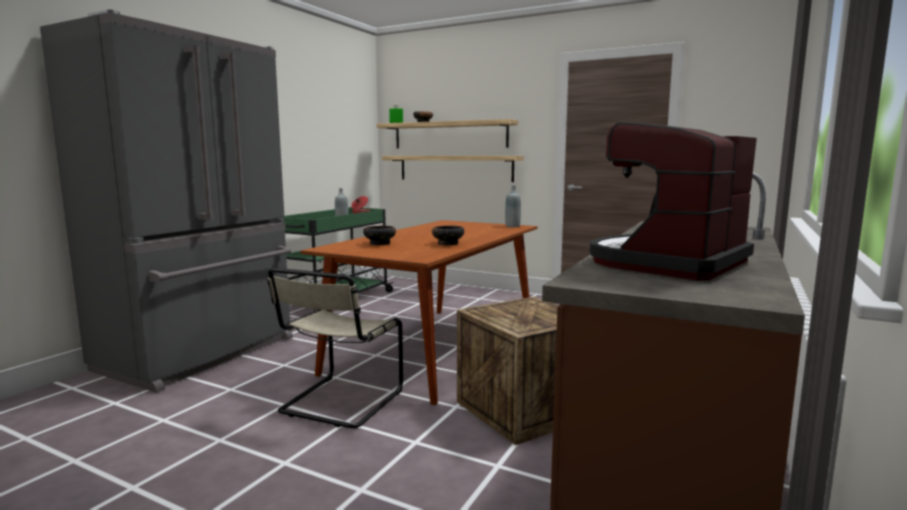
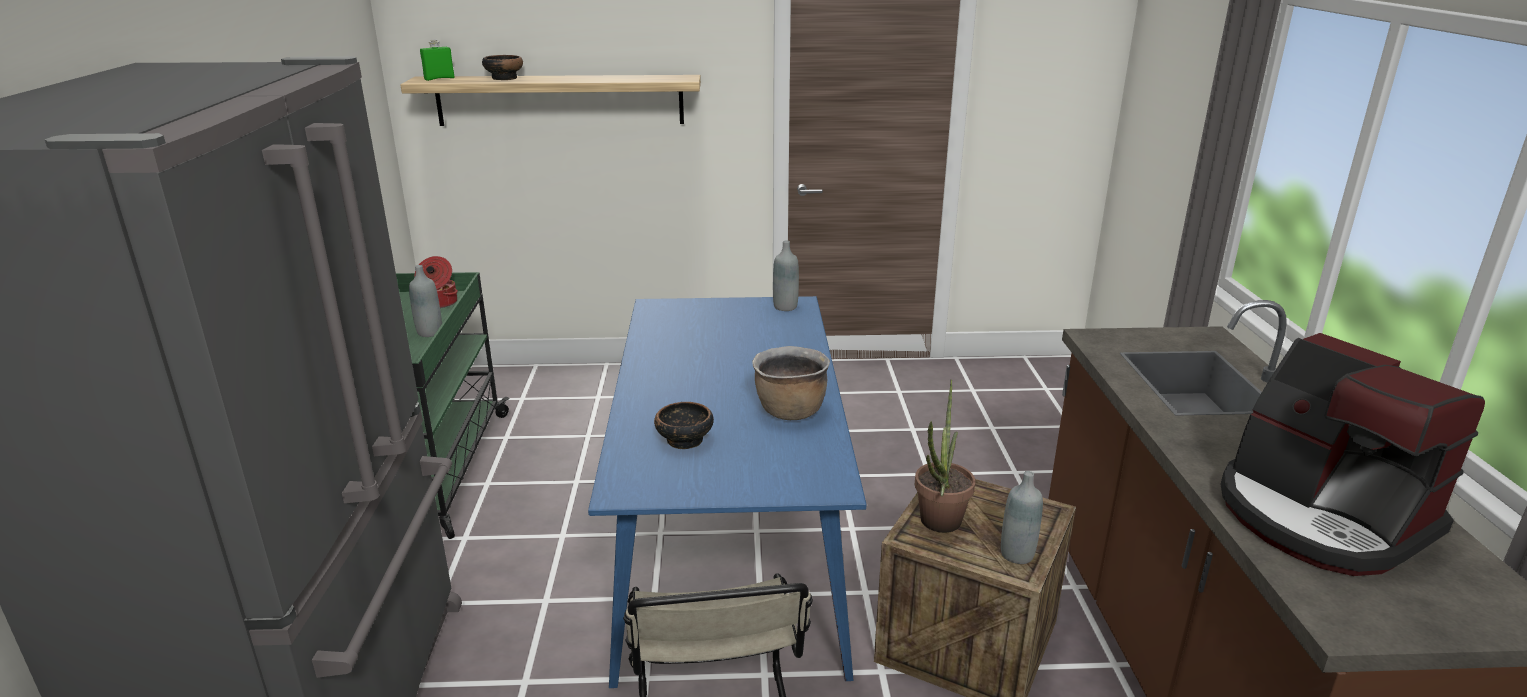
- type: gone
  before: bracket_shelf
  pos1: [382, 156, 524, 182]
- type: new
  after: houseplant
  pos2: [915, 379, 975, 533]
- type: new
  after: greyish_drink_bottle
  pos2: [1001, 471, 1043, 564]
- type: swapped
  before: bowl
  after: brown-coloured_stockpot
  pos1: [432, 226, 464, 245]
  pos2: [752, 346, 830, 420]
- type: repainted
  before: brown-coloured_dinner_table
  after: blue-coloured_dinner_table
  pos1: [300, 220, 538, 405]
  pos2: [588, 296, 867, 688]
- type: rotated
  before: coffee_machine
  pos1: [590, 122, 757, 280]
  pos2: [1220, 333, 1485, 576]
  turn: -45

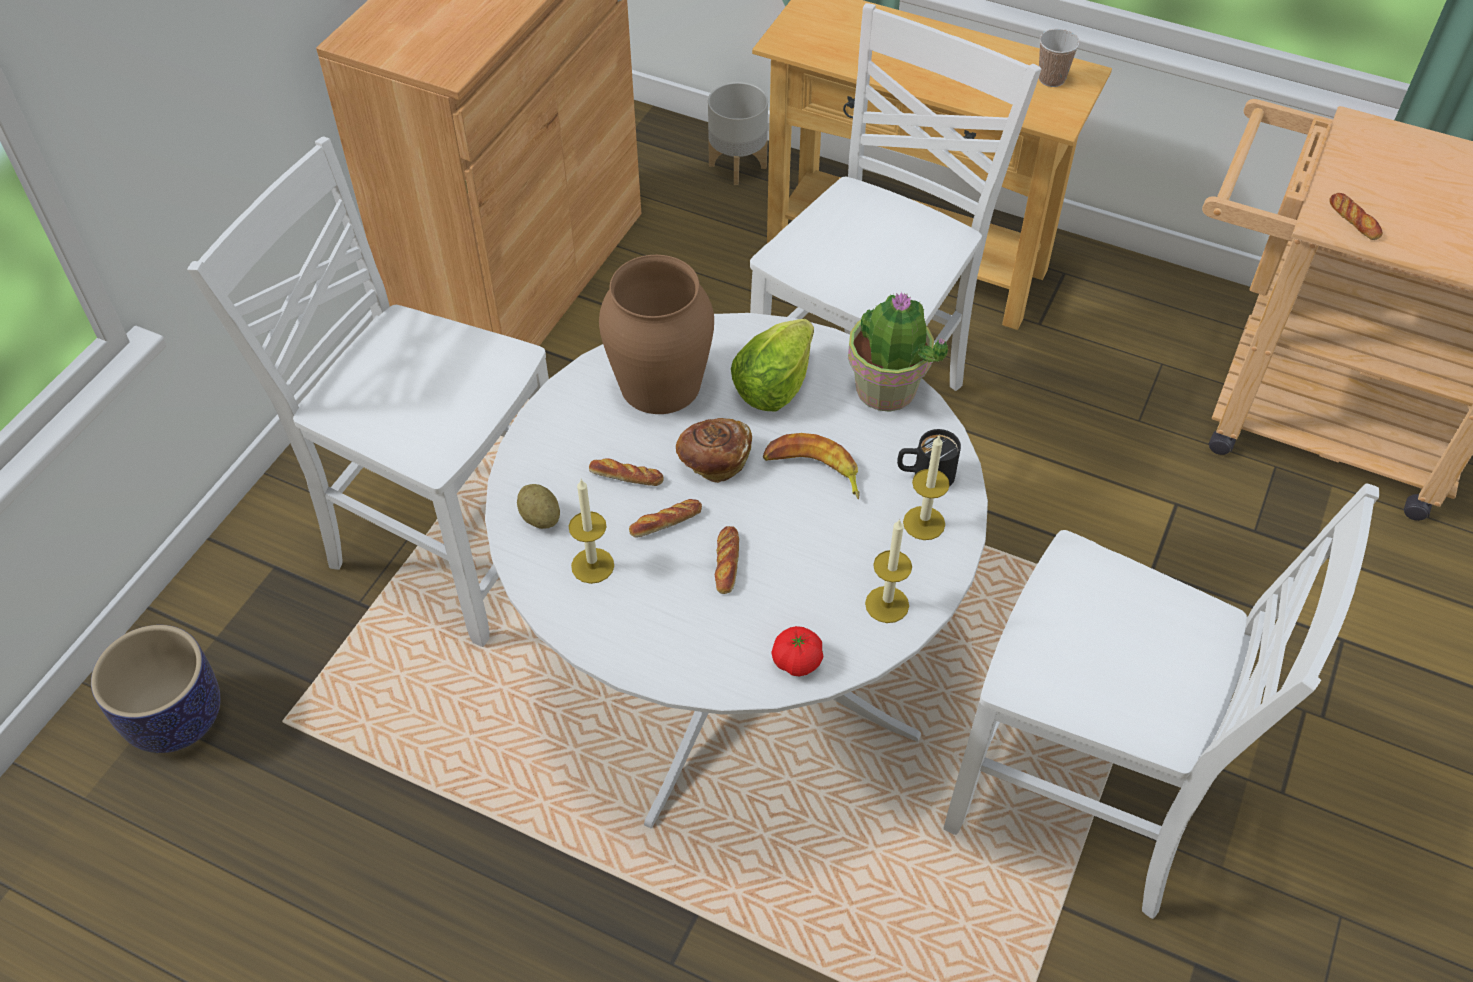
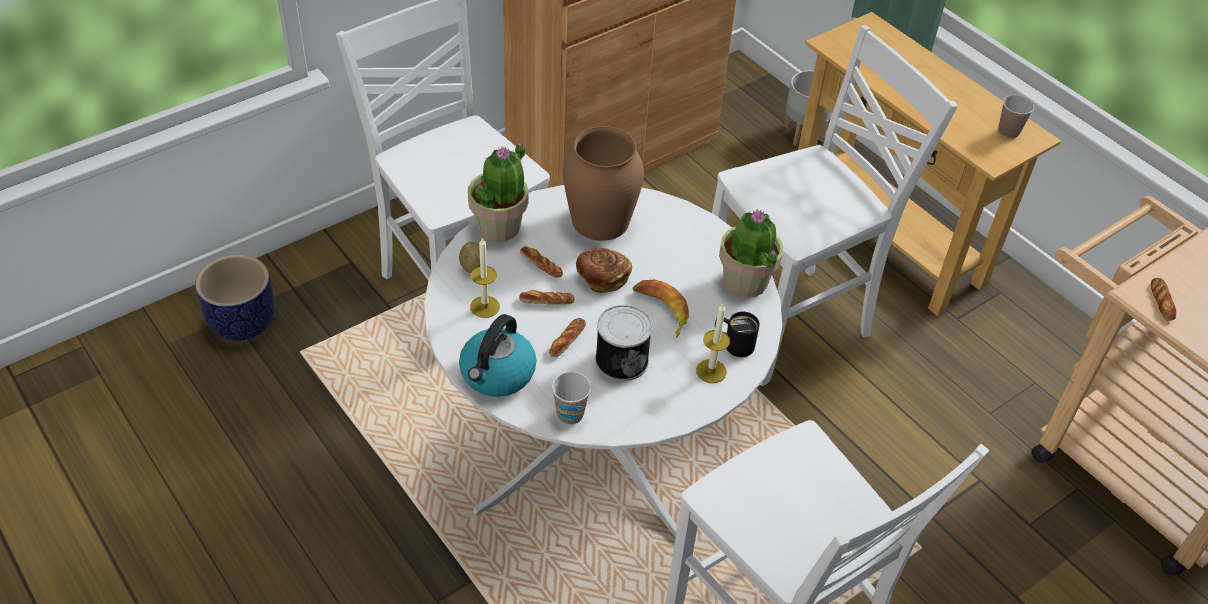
- type: gone
  before: lettuce
  pos1: [731, 319, 814, 412]
- type: gone
  before: candle
  pos1: [865, 519, 912, 623]
- type: new
  after: kettle
  pos2: [459, 314, 537, 397]
- type: new
  after: houseplant
  pos2: [468, 142, 528, 242]
- type: new
  after: can
  pos2: [595, 305, 652, 381]
- type: swapped
  before: tomato
  after: cup
  pos1: [771, 626, 823, 677]
  pos2: [552, 372, 591, 425]

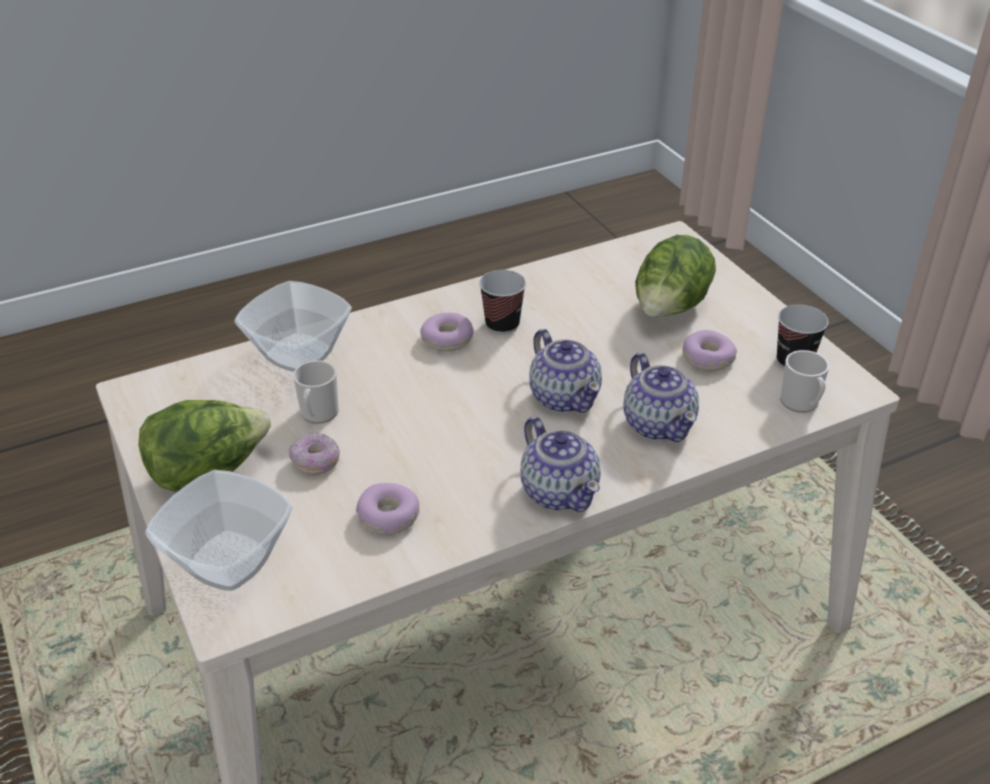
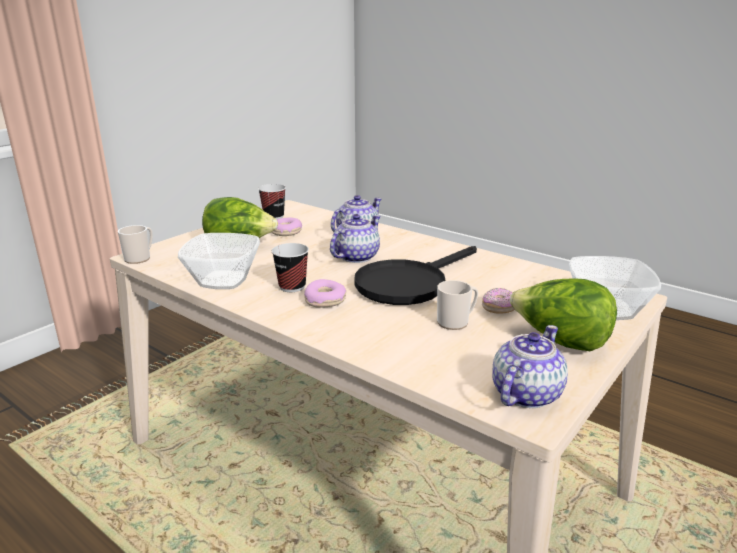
- type: gone
  before: ring_doughnut
  pos1: [356, 483, 420, 535]
- type: new
  after: black_frying_pan
  pos2: [354, 246, 477, 305]
- type: shifted
  before: bowl
  pos1: [235, 281, 352, 372]
  pos2: [178, 233, 260, 289]
- type: shifted
  before: pot_for_tea
  pos1: [521, 416, 601, 512]
  pos2: [492, 325, 568, 408]
- type: shifted
  before: mug
  pos1: [780, 350, 829, 413]
  pos2: [118, 225, 153, 264]

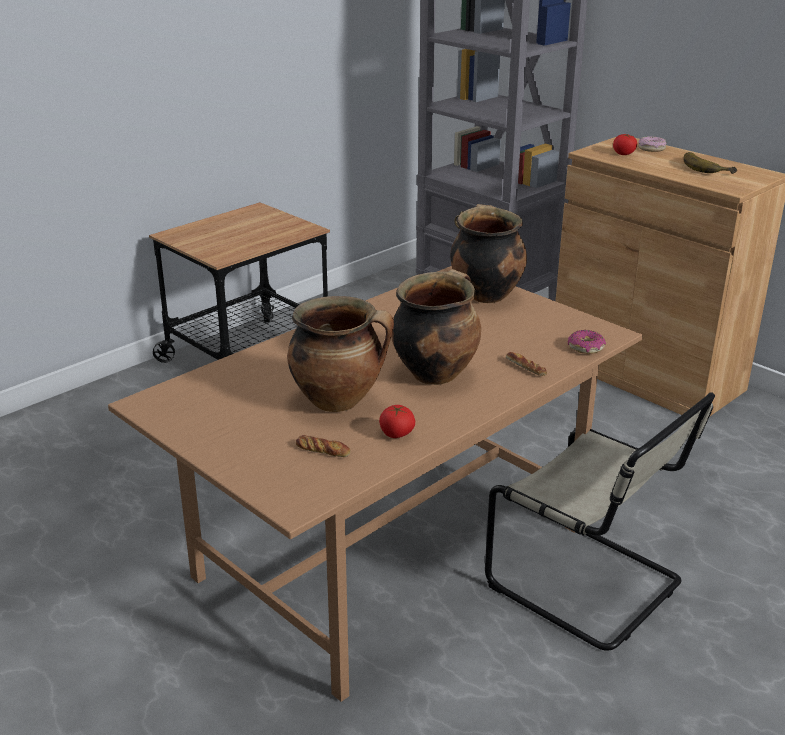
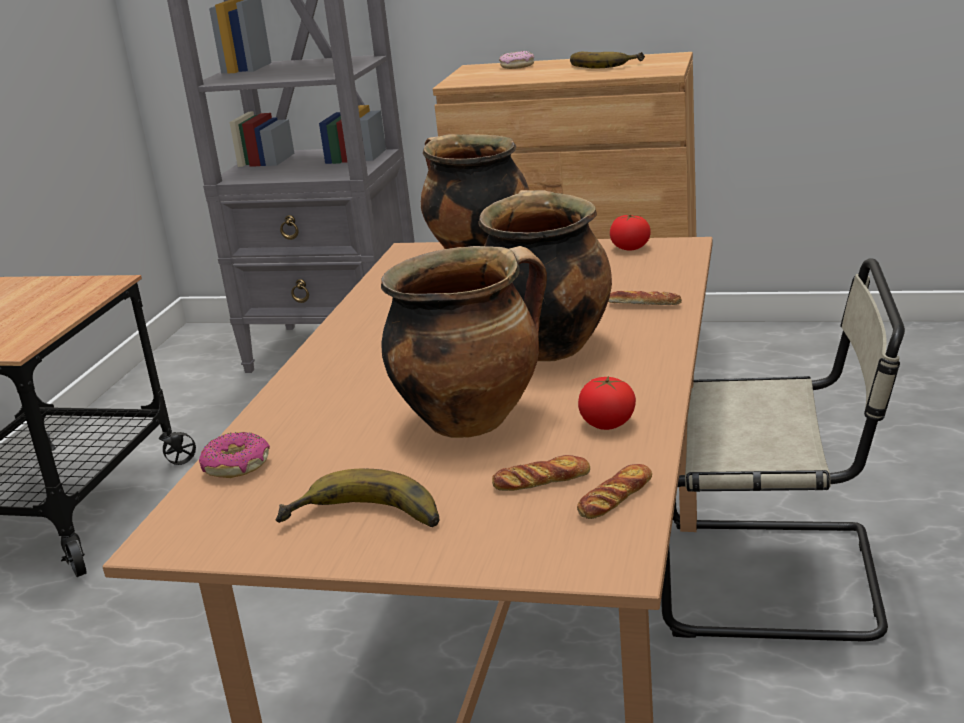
- type: new
  after: whole_banana
  pos2: [276, 469, 439, 527]
- type: new
  after: baked_bread
  pos2: [577, 464, 652, 519]
- type: shifted
  before: ring_doughnut
  pos1: [568, 330, 606, 354]
  pos2: [199, 432, 270, 478]
- type: shifted
  before: tomato
  pos1: [613, 134, 637, 155]
  pos2: [610, 214, 651, 251]

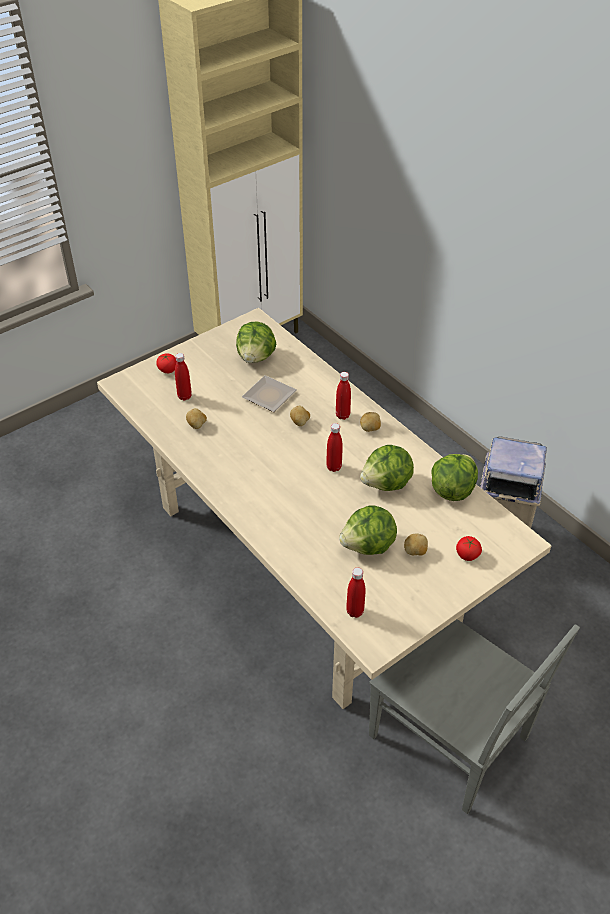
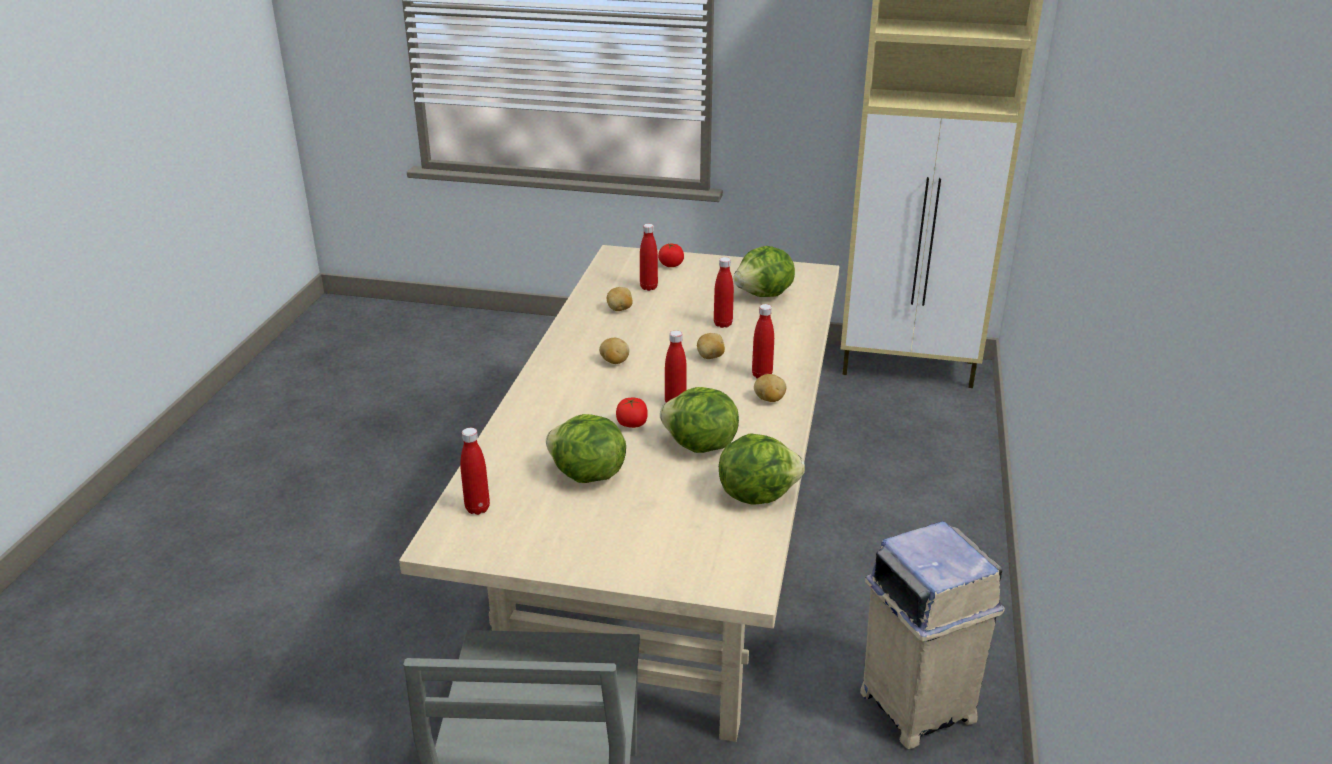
- type: shifted
  before: whole_potato
  pos1: [404, 533, 428, 556]
  pos2: [599, 338, 630, 364]
- type: shifted
  before: tomato
  pos1: [456, 536, 482, 561]
  pos2: [616, 398, 648, 428]
- type: swapped
  before: flat_dish
  after: red-coloured_drink_bottle
  pos1: [242, 375, 297, 412]
  pos2: [714, 257, 734, 328]

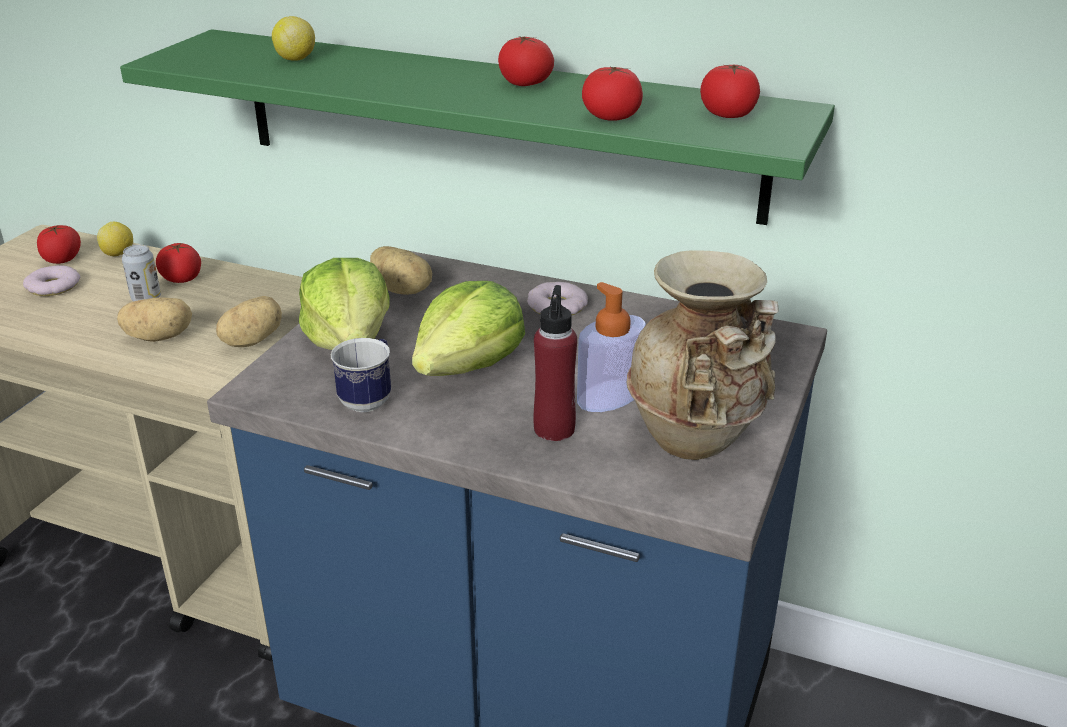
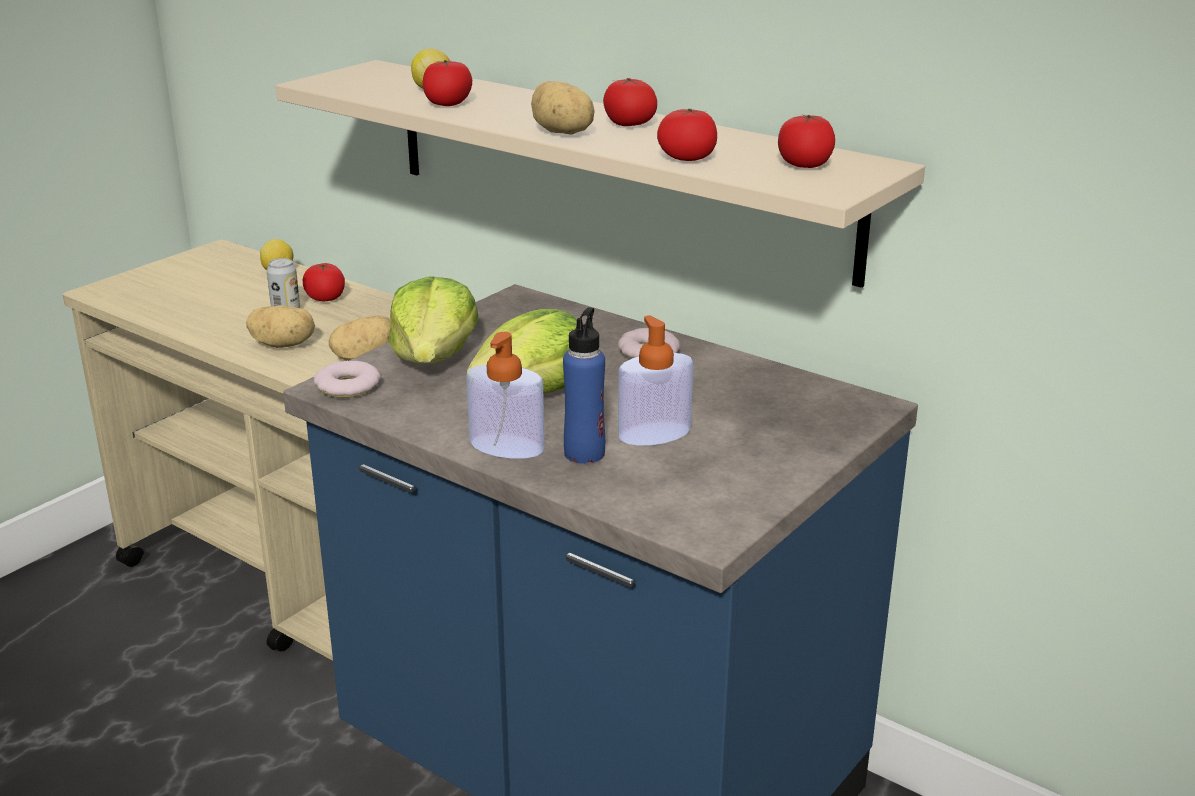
- type: gone
  before: mug
  pos1: [331, 338, 391, 412]
- type: gone
  before: beige-coloured_flower_vase
  pos1: [626, 250, 779, 460]
- type: new
  after: liquid_soap_bottle
  pos2: [466, 332, 544, 459]
- type: shifted
  before: ring_doughnut
  pos1: [23, 265, 80, 296]
  pos2: [314, 361, 381, 398]
- type: shifted
  before: tomato
  pos1: [37, 225, 81, 264]
  pos2: [423, 60, 472, 106]
- type: shifted
  before: whole_potato
  pos1: [370, 246, 432, 295]
  pos2: [531, 81, 595, 135]
- type: repainted
  before: greenish_bracket_shelf
  after: beige-coloured_bracket_shelf
  pos1: [120, 29, 835, 225]
  pos2: [276, 60, 925, 288]
- type: repainted
  before: red-coloured_drink_bottle
  after: blue-coloured_drink_bottle
  pos1: [533, 285, 577, 441]
  pos2: [563, 307, 605, 464]

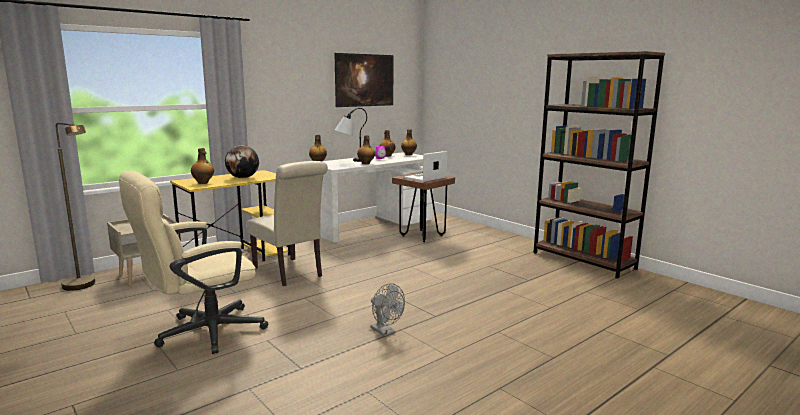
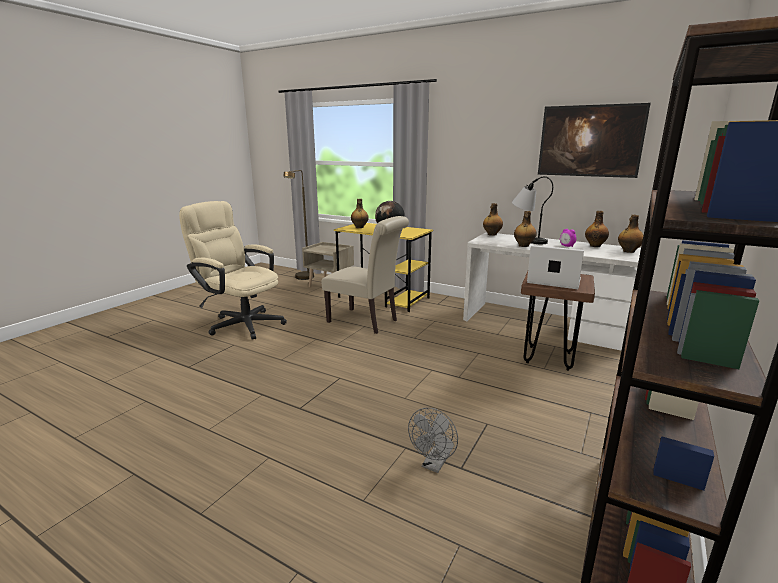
- type: shifted
  before: greyish_electric_fan
  pos1: [370, 283, 405, 337]
  pos2: [408, 408, 458, 473]
- type: rotated
  before: beige-coloured_upright_chair
  pos1: [247, 161, 328, 286]
  pos2: [322, 216, 409, 334]
  turn: -90

